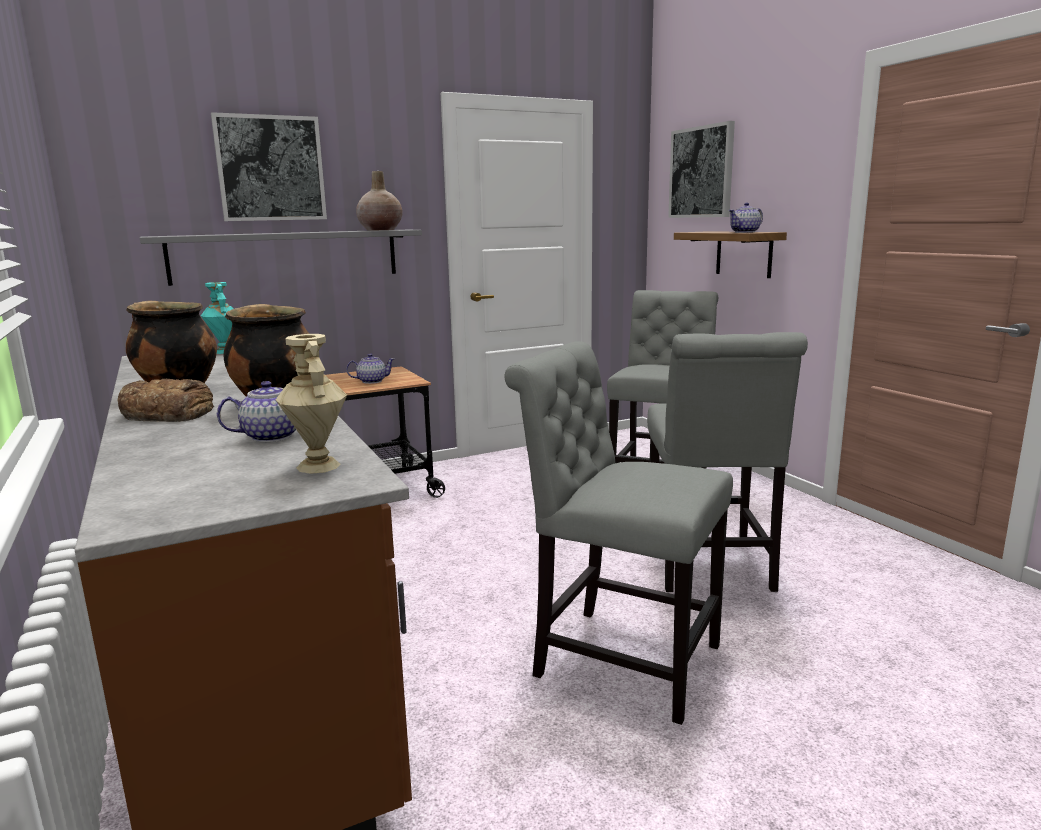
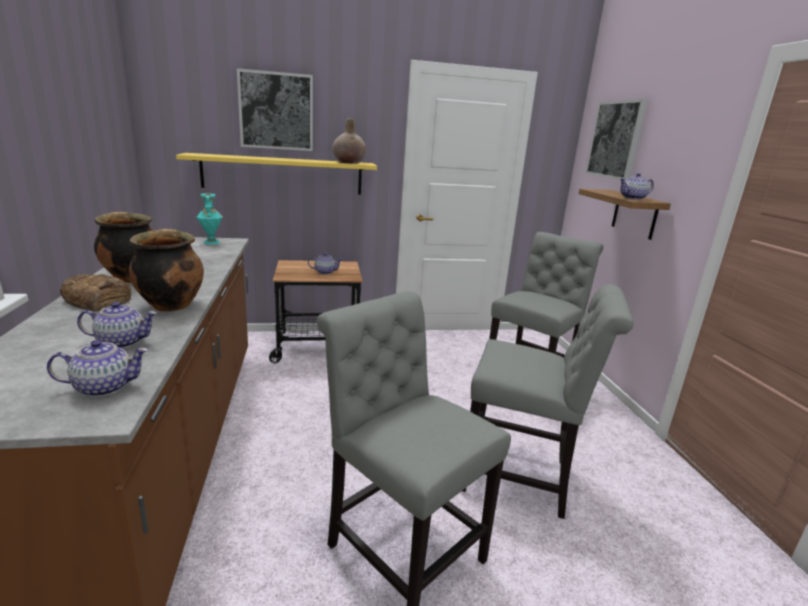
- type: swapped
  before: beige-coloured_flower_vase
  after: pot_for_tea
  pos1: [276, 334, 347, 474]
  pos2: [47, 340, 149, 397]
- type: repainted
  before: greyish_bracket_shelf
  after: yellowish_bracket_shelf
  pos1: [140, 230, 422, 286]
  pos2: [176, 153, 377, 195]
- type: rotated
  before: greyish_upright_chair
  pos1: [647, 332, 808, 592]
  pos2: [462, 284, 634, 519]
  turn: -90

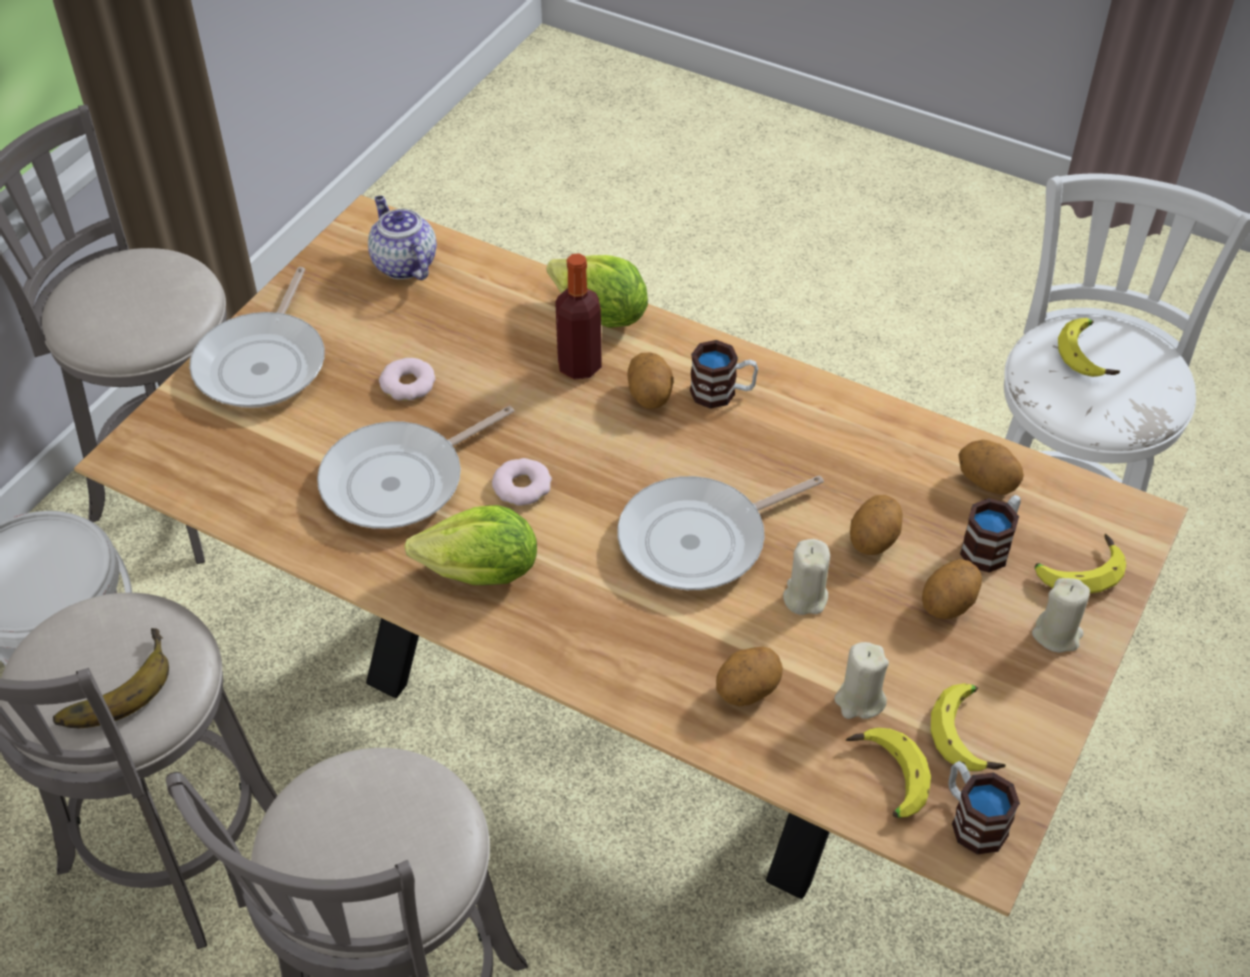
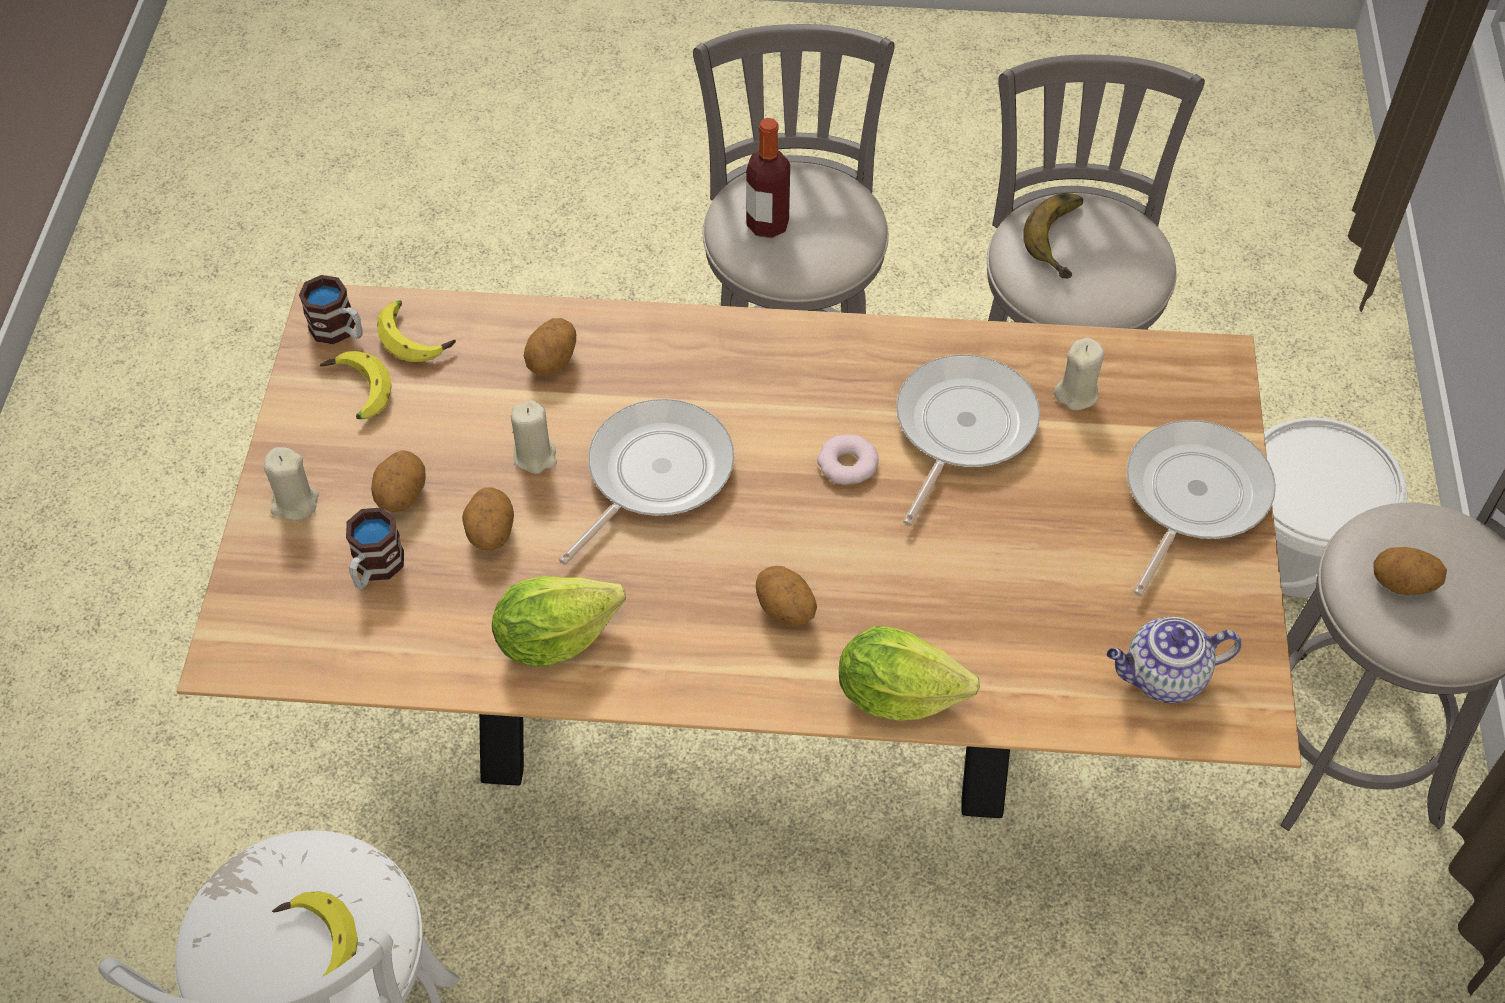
- type: gone
  before: ring_doughnut
  pos1: [379, 358, 435, 401]
- type: gone
  before: mug
  pos1: [690, 340, 758, 409]
- type: gone
  before: whole_banana
  pos1: [1035, 534, 1126, 593]
- type: shifted
  before: lettuce
  pos1: [404, 505, 537, 585]
  pos2: [492, 576, 626, 667]
- type: shifted
  before: drink_bottle
  pos1: [555, 253, 602, 379]
  pos2: [746, 118, 790, 238]
- type: shifted
  before: beige-coloured_candle
  pos1: [834, 642, 889, 719]
  pos2: [1054, 338, 1104, 410]
- type: shifted
  before: whole_potato
  pos1: [959, 440, 1024, 495]
  pos2: [1373, 547, 1447, 595]
- type: rotated
  before: frying_pan
  pos1: [189, 267, 325, 408]
  pos2: [1126, 420, 1276, 597]
  turn: 45
- type: rotated
  before: pot_for_tea
  pos1: [368, 196, 437, 280]
  pos2: [1107, 617, 1242, 703]
  turn: 135

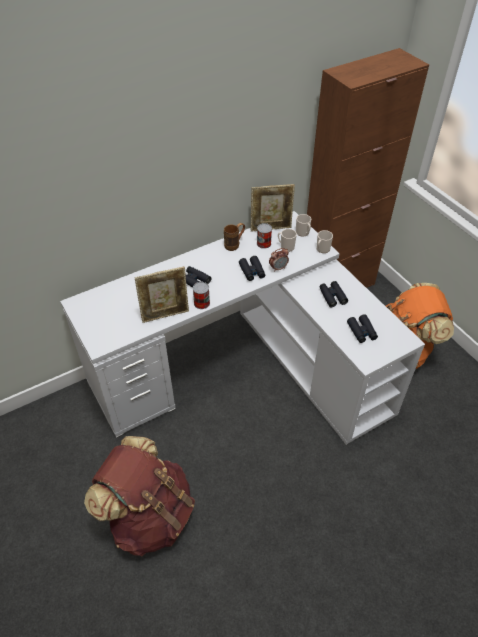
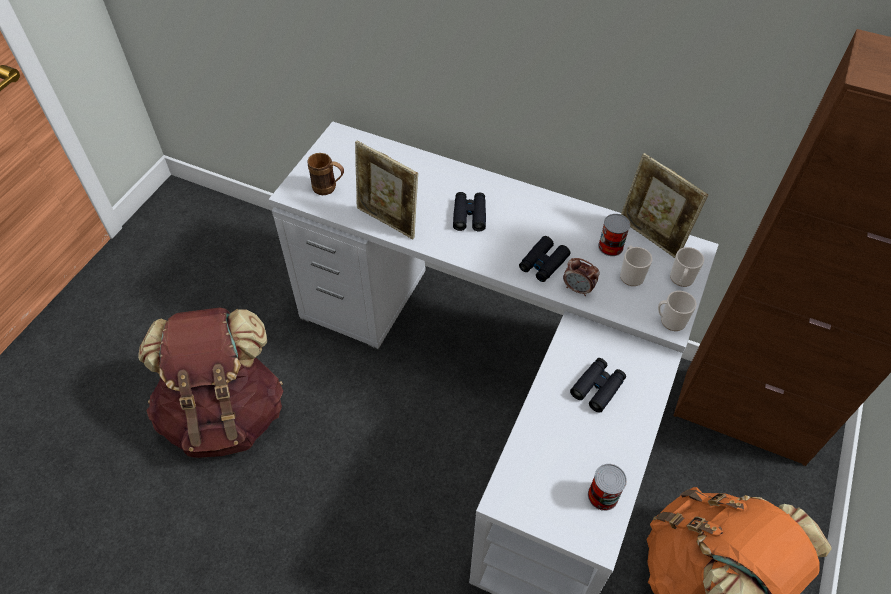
- type: gone
  before: black_field_glasses
  pos1: [347, 314, 378, 343]
- type: shifted
  before: can
  pos1: [193, 282, 210, 309]
  pos2: [588, 464, 627, 511]
- type: shifted
  before: brown-coloured_mug
  pos1: [224, 223, 245, 251]
  pos2: [308, 153, 344, 195]

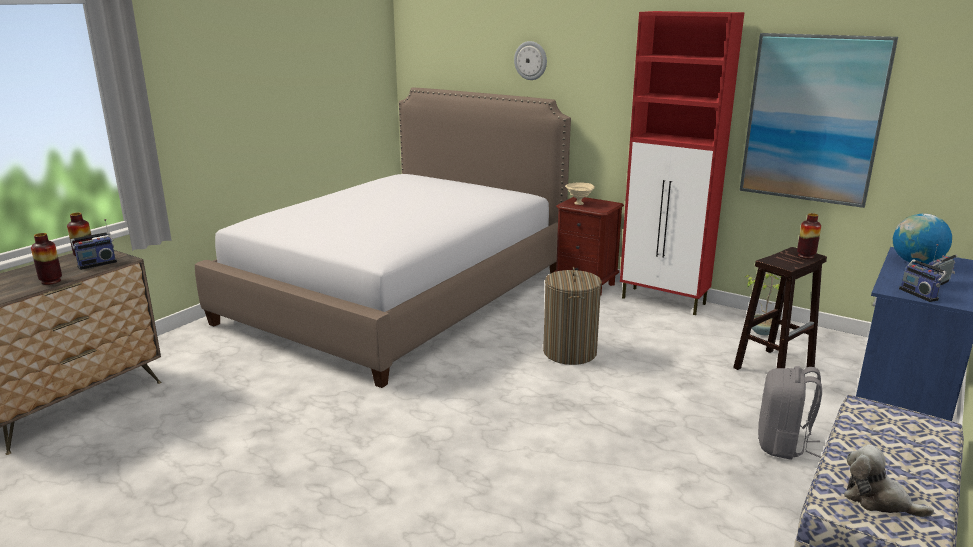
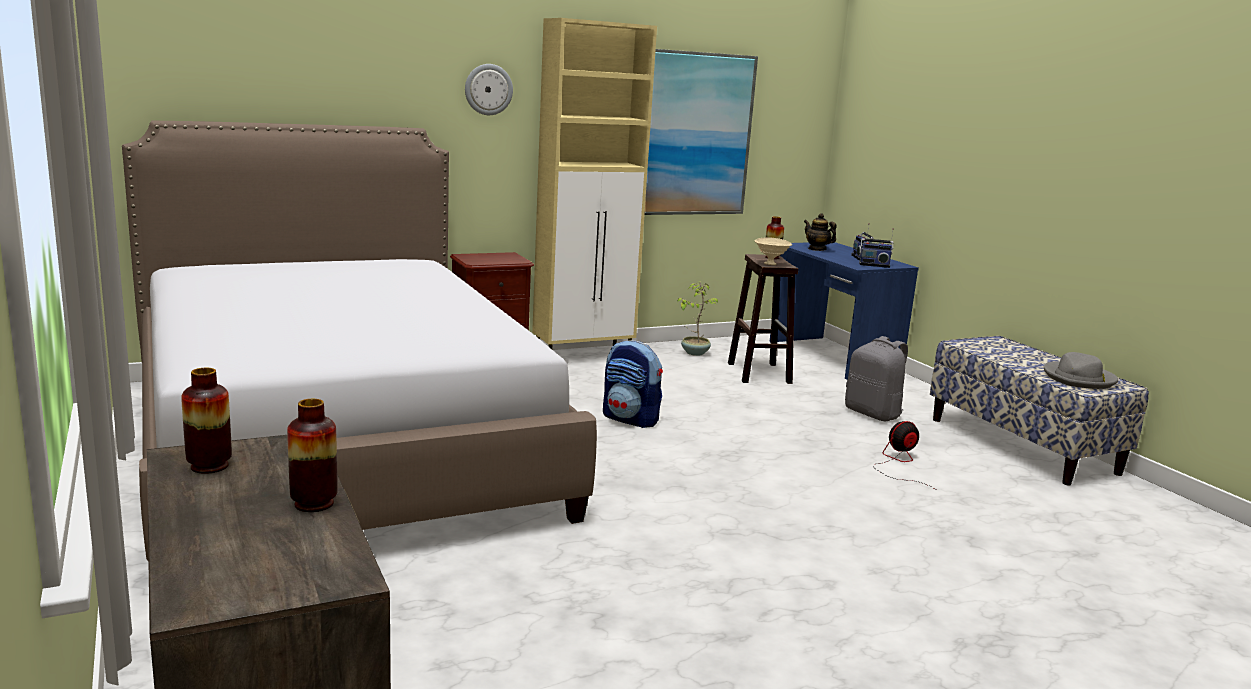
- type: gone
  before: radio_receiver
  pos1: [70, 219, 117, 270]
- type: new
  after: electric_fan
  pos2: [873, 421, 935, 489]
- type: shifted
  before: wall_clock
  pos1: [514, 41, 547, 80]
  pos2: [465, 64, 513, 115]
- type: shifted
  before: beige-coloured_bowl
  pos1: [565, 182, 595, 205]
  pos2: [754, 237, 792, 265]
- type: swapped
  before: laundry_basket
  after: knapsack
  pos1: [543, 267, 602, 365]
  pos2: [603, 340, 663, 428]
- type: swapped
  before: cuddly_toy
  after: greyish_wearable_hat
  pos1: [844, 445, 934, 517]
  pos2: [1044, 352, 1118, 389]
- type: swapped
  before: globe
  after: pot_for_tea
  pos1: [893, 214, 952, 265]
  pos2: [804, 213, 836, 251]
- type: repainted
  before: red-coloured_cupboard
  after: beige-coloured_cupboard
  pos1: [620, 11, 745, 315]
  pos2: [532, 18, 657, 349]

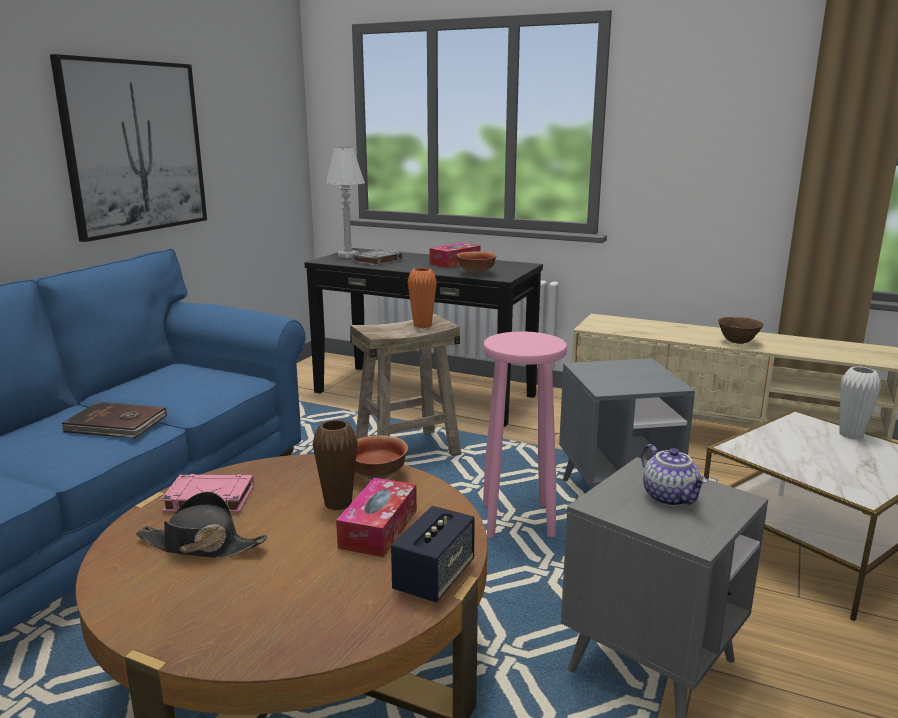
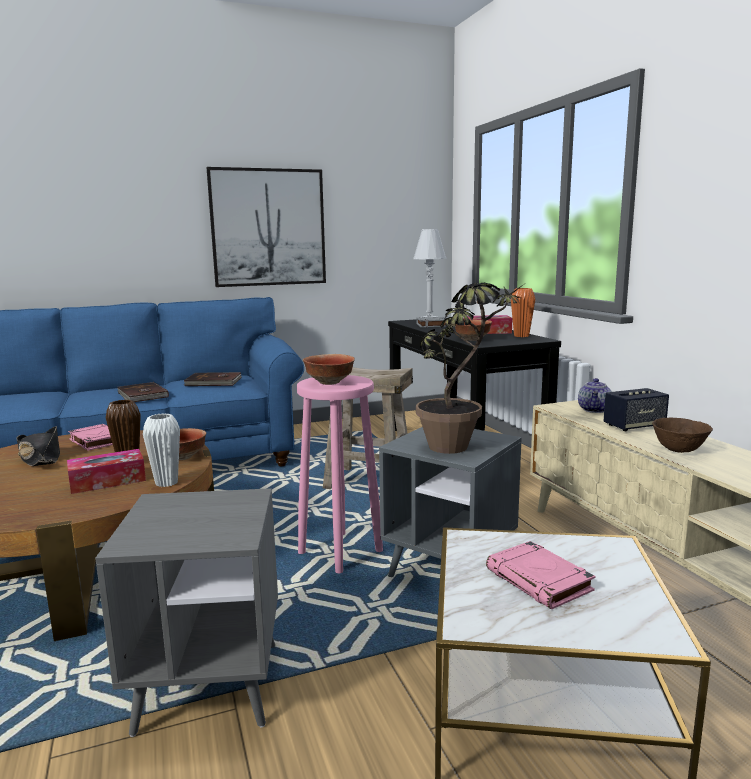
- type: new
  after: brown-coloured_bound_book
  pos2: [183, 372, 242, 386]
- type: new
  after: bowl
  pos2: [303, 354, 355, 385]
- type: new
  after: houseplant
  pos2: [416, 282, 527, 454]
- type: new
  after: pink_bound_book
  pos2: [486, 541, 596, 610]
- type: shifted
  before: audio_speaker
  pos1: [391, 506, 475, 603]
  pos2: [604, 388, 669, 431]
- type: shifted
  before: orangey_flower_vase
  pos1: [408, 268, 437, 328]
  pos2: [511, 288, 535, 337]
- type: shifted
  before: pot_for_tea
  pos1: [641, 444, 707, 507]
  pos2: [578, 378, 612, 413]
- type: shifted
  before: whitish_flower_vase
  pos1: [839, 366, 881, 440]
  pos2: [143, 413, 180, 487]

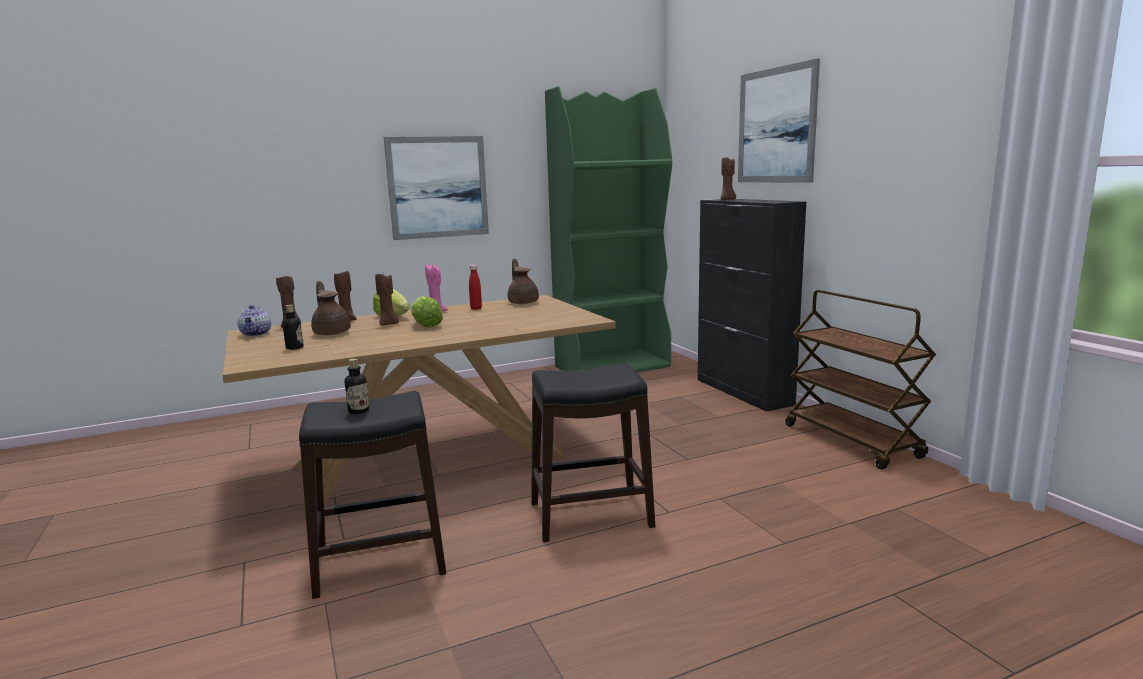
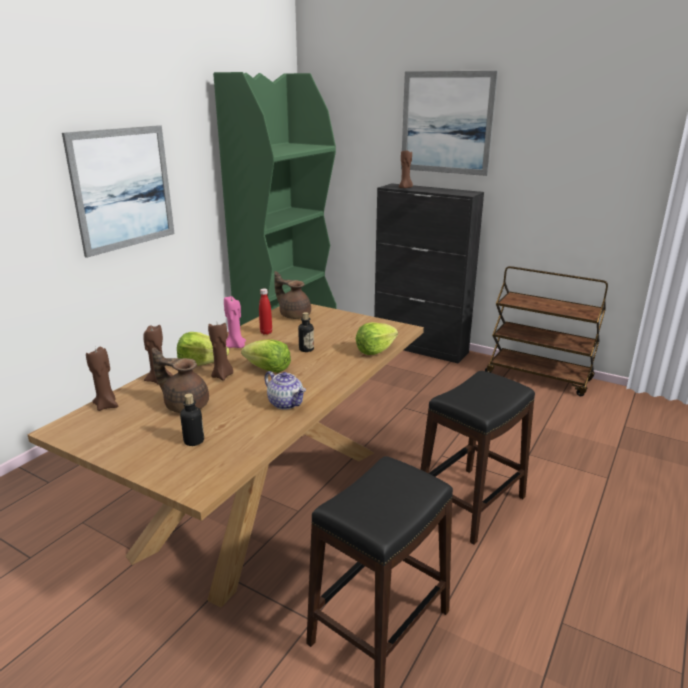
- type: new
  after: lettuce
  pos2: [356, 322, 398, 355]
- type: shifted
  before: pot_for_tea
  pos1: [237, 305, 271, 336]
  pos2: [265, 371, 306, 410]
- type: shifted
  before: drink_bottle
  pos1: [345, 359, 369, 414]
  pos2: [298, 312, 314, 352]

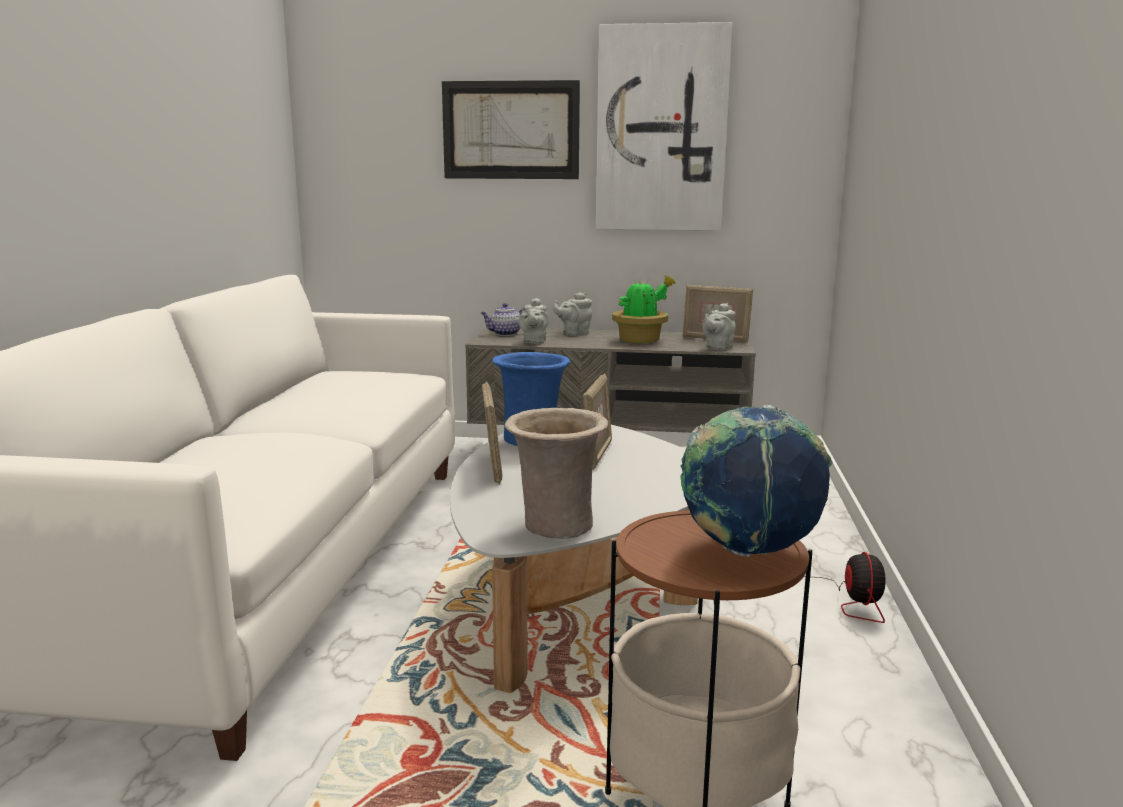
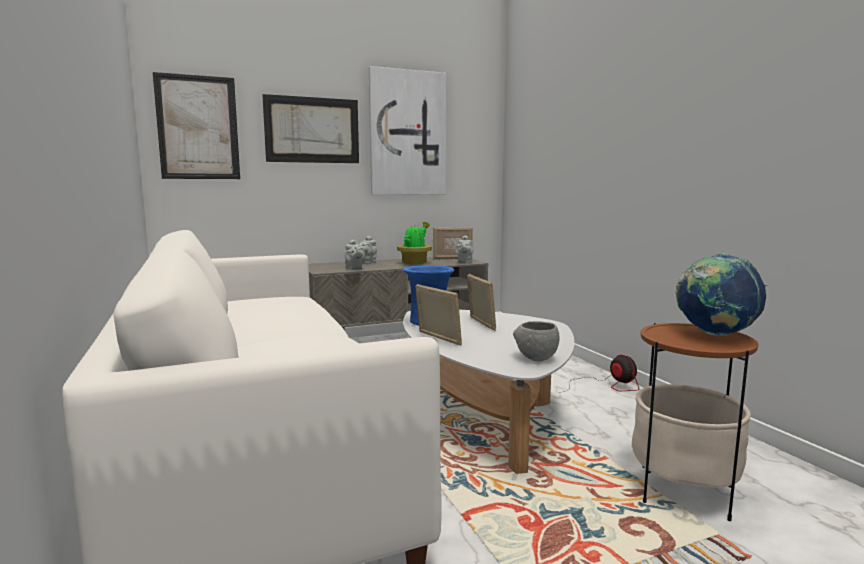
- type: gone
  before: pot_for_tea
  pos1: [481, 303, 525, 336]
- type: new
  after: wall_picture
  pos2: [153, 72, 240, 179]
- type: swapped
  before: beige-coloured_flower_vase
  after: greyish_bowl
  pos1: [505, 408, 609, 539]
  pos2: [513, 321, 560, 361]

